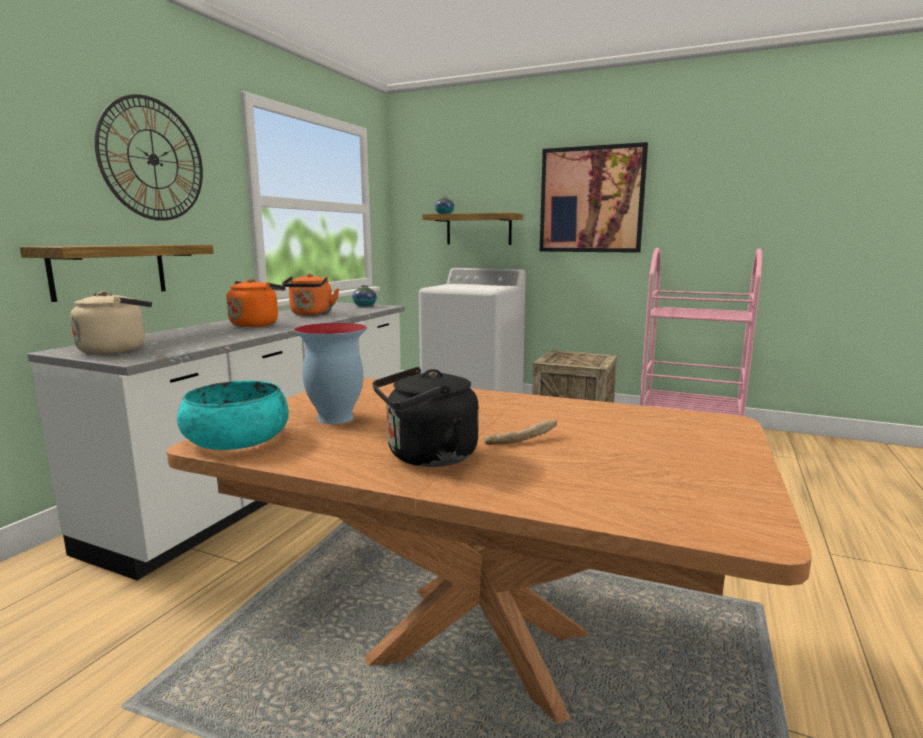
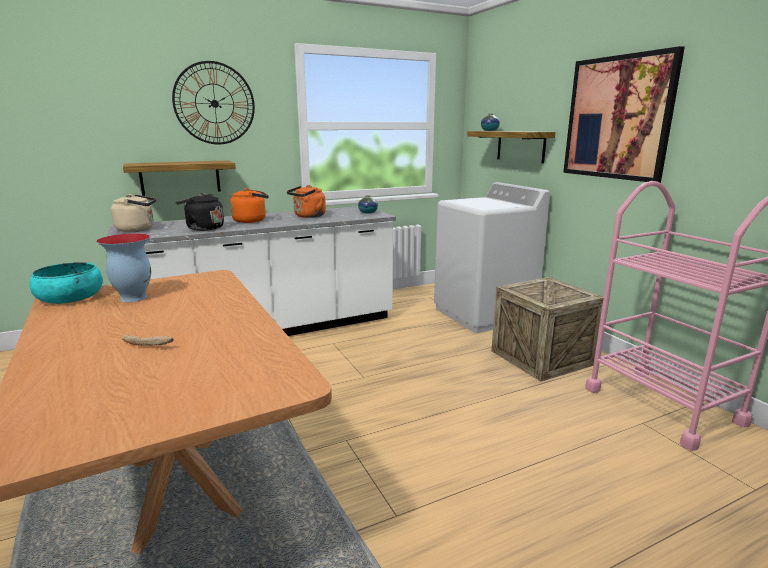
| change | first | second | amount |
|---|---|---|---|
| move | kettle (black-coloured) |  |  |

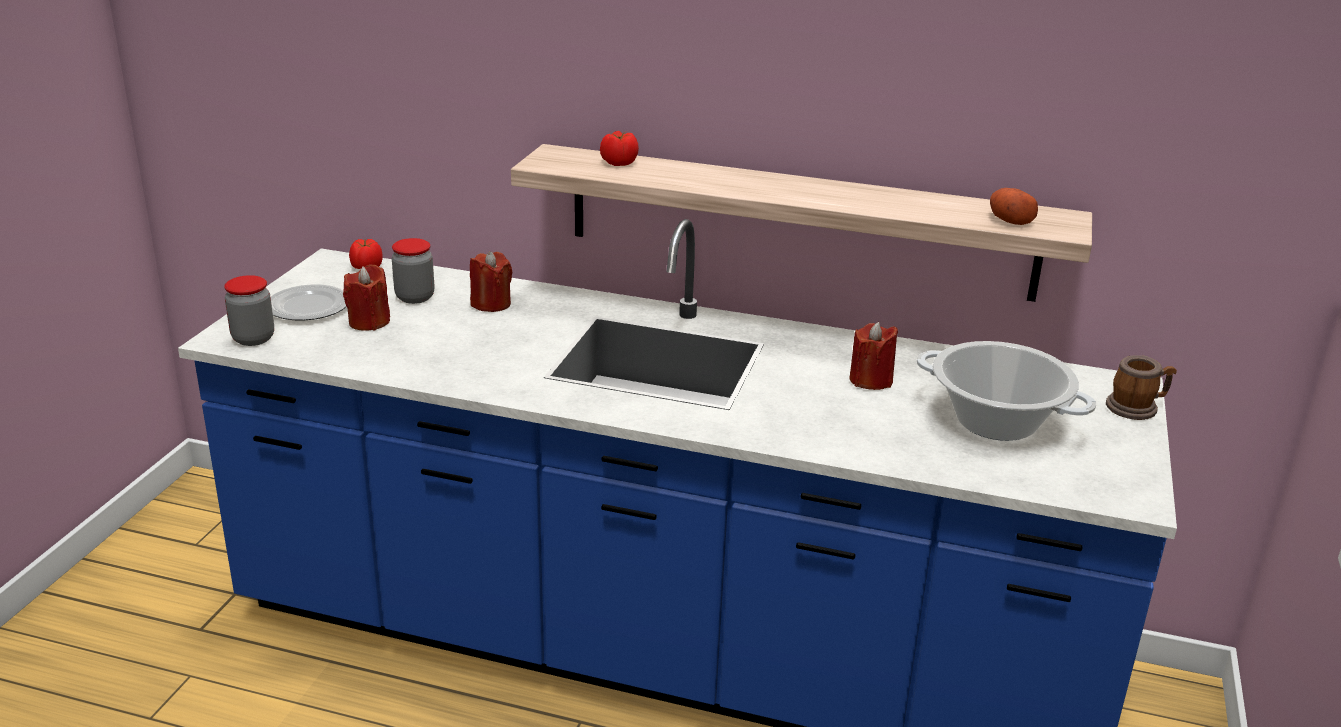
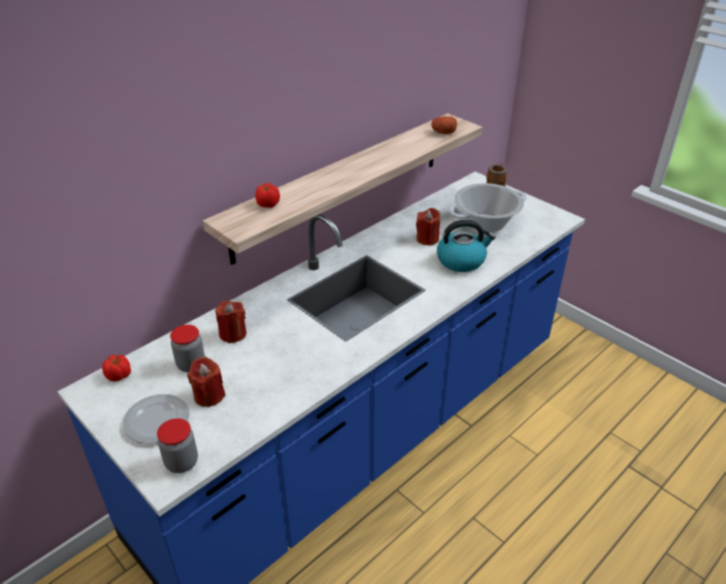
| change | first | second | amount |
|---|---|---|---|
| insert |  | kettle |  |

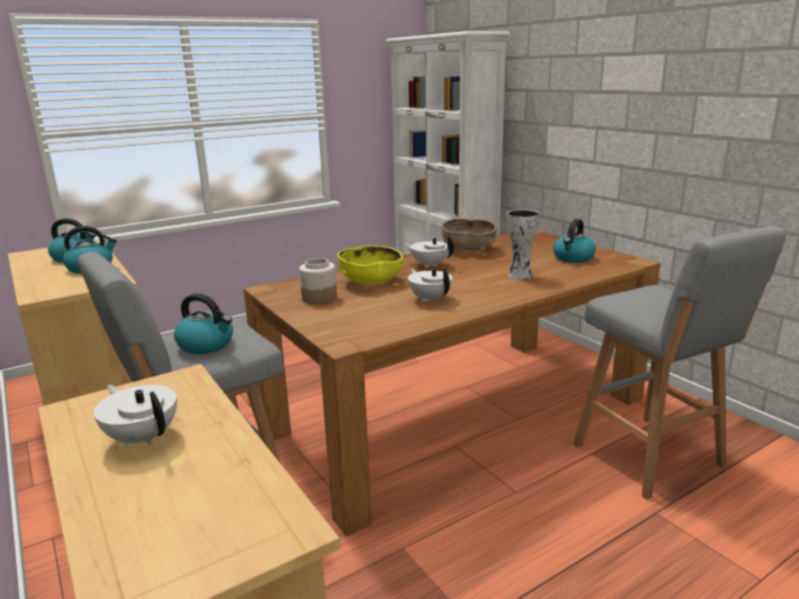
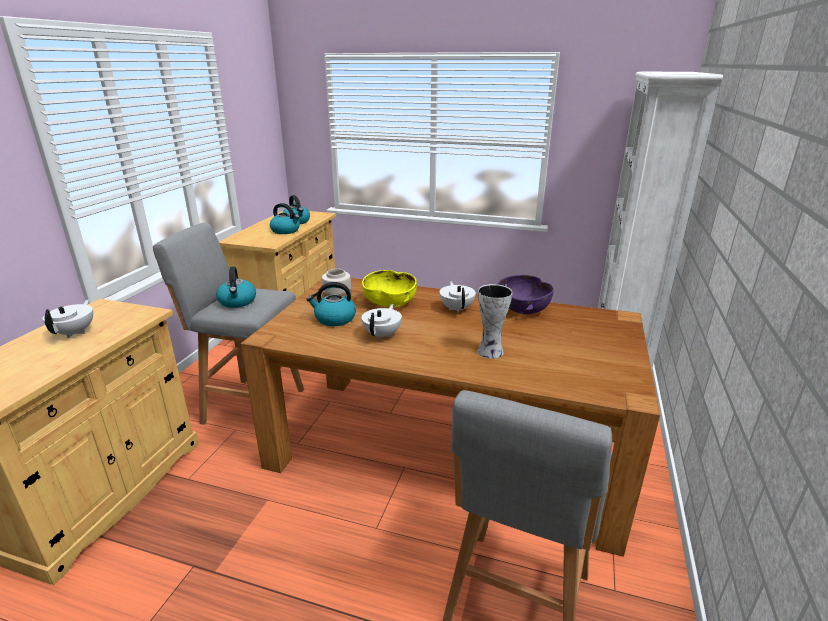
| change | first | second | amount |
|---|---|---|---|
| recolor | deep dish (brown) | deep dish (purple) |  |
| move | kettle (4th from left) |  |  |

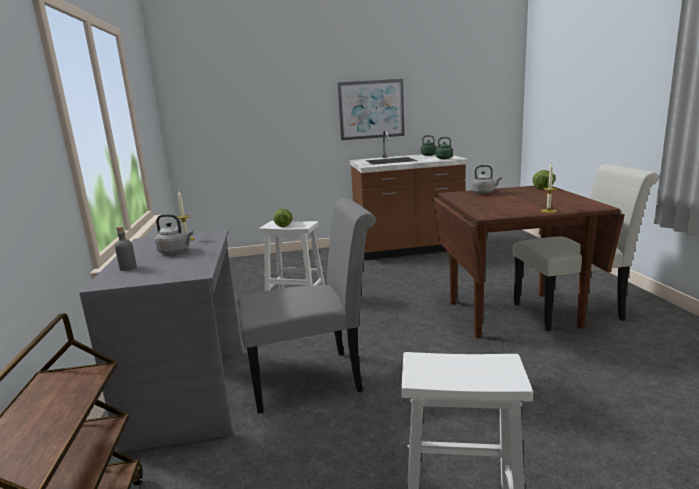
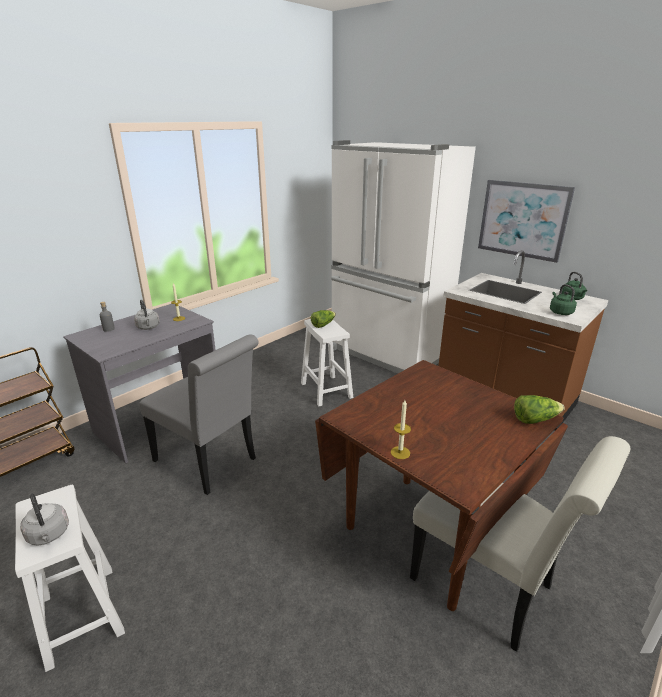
| change | first | second | amount |
|---|---|---|---|
| move | kettle (greyish) (2nd from left in the first image) | kettle (greyish) (1st from left) |  |
| insert |  | fridge (whitish) |  |

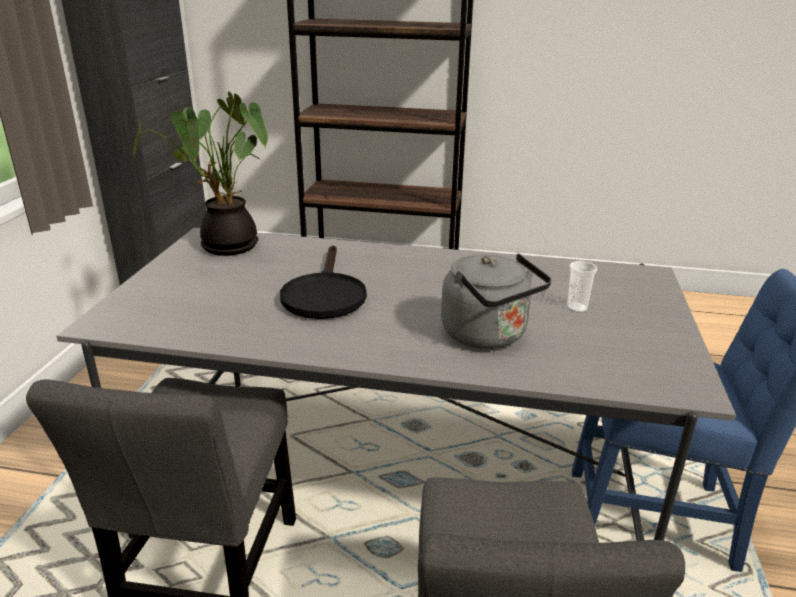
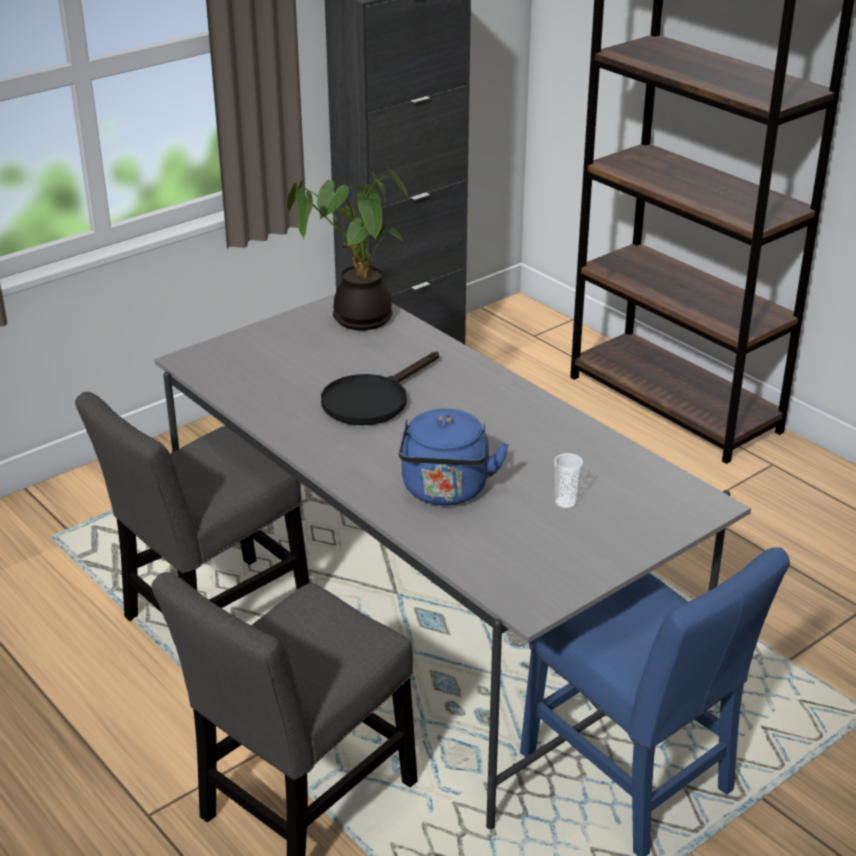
| change | first | second | amount |
|---|---|---|---|
| recolor | kettle (greyish) | kettle (blue) |  |

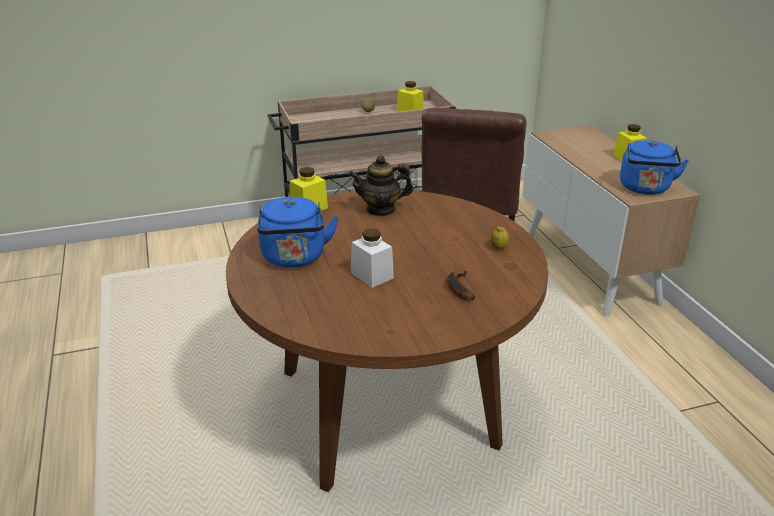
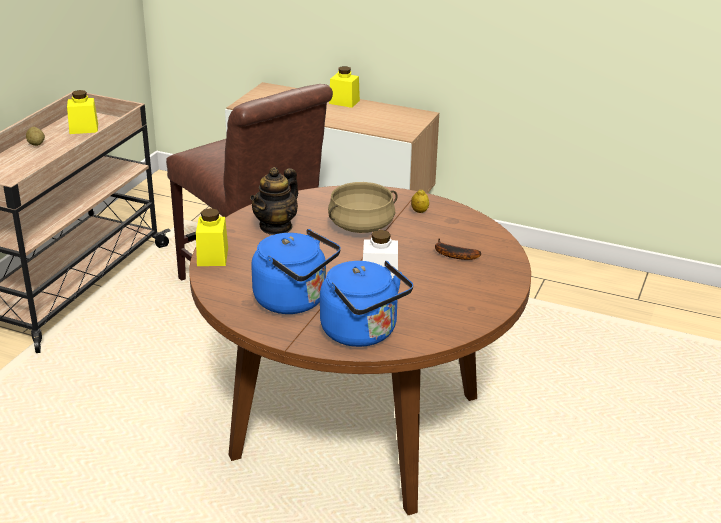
| change | first | second | amount |
|---|---|---|---|
| move | kettle (blue) (2nd from left) |  |  |
| insert |  | cooking pot (beige-coloured) |  |

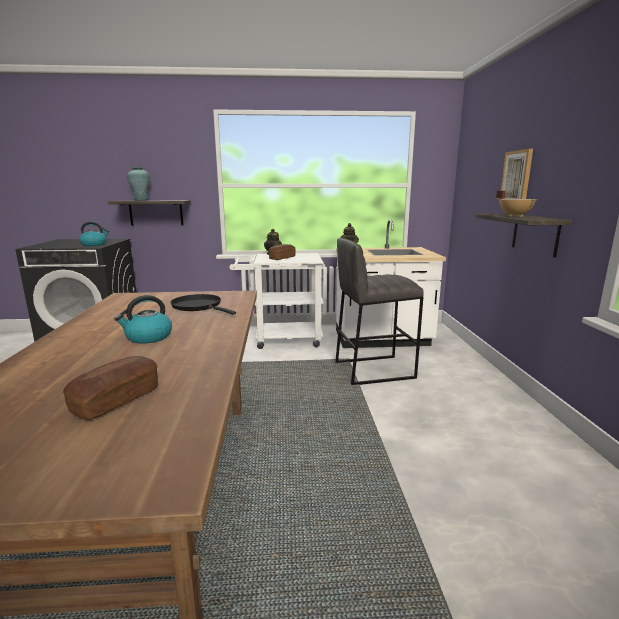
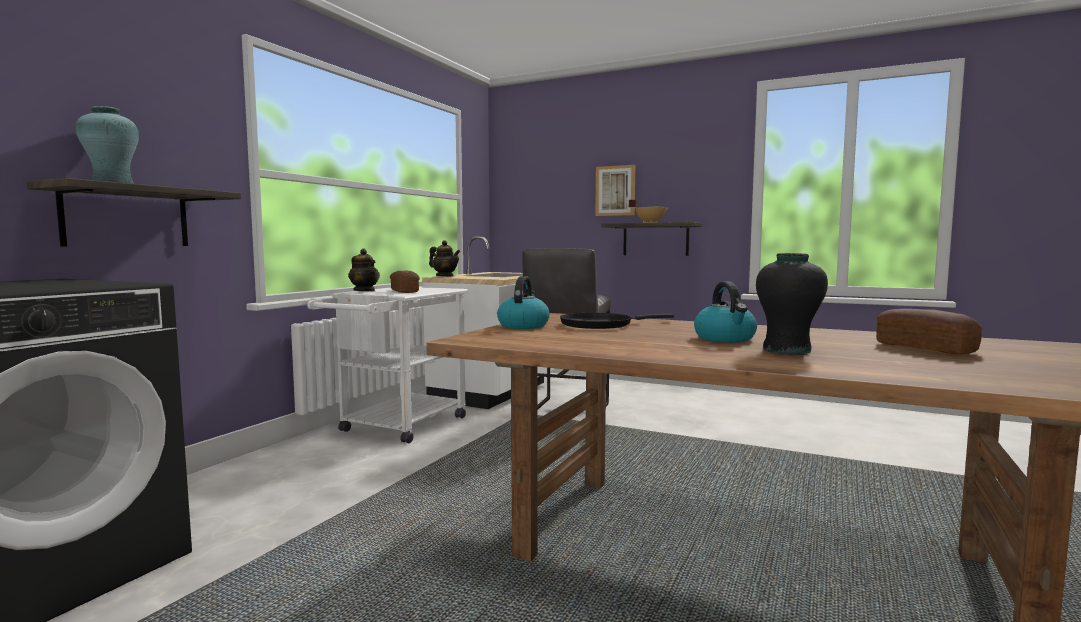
| change | first | second | amount |
|---|---|---|---|
| move | kettle (1st from left) |  |  |
| insert |  | decorative vase (black-coloured) |  |

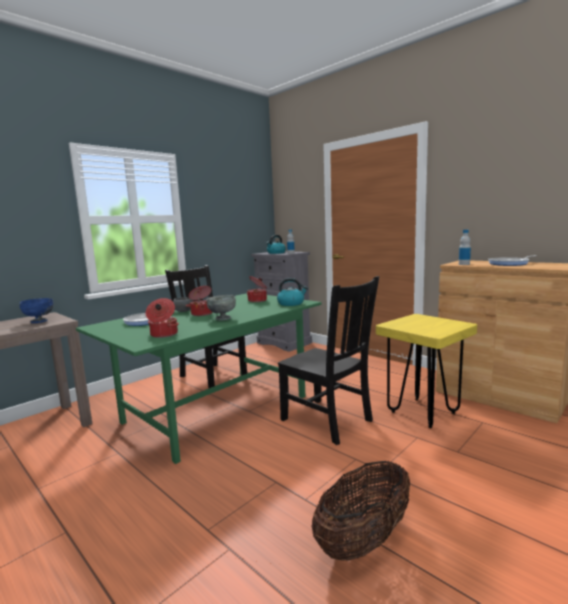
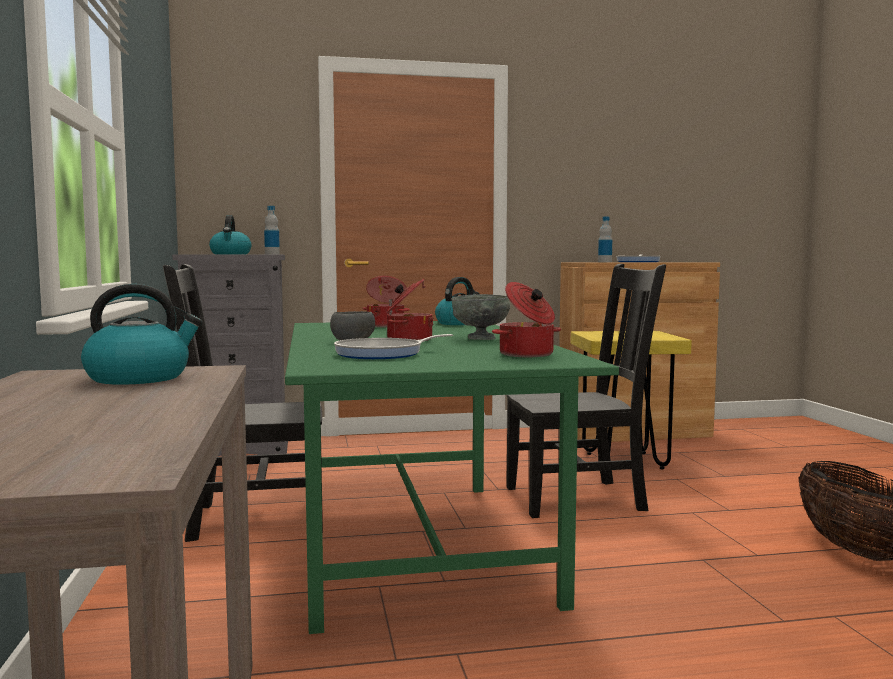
| change | first | second | amount |
|---|---|---|---|
| replace | deep dish (blue) | kettle (1st from left) |  |

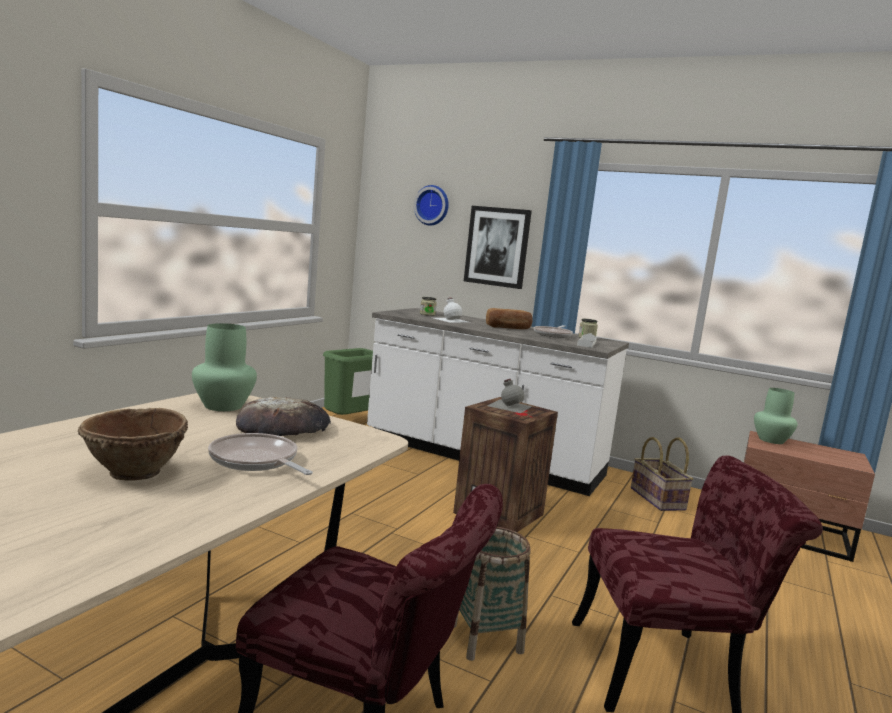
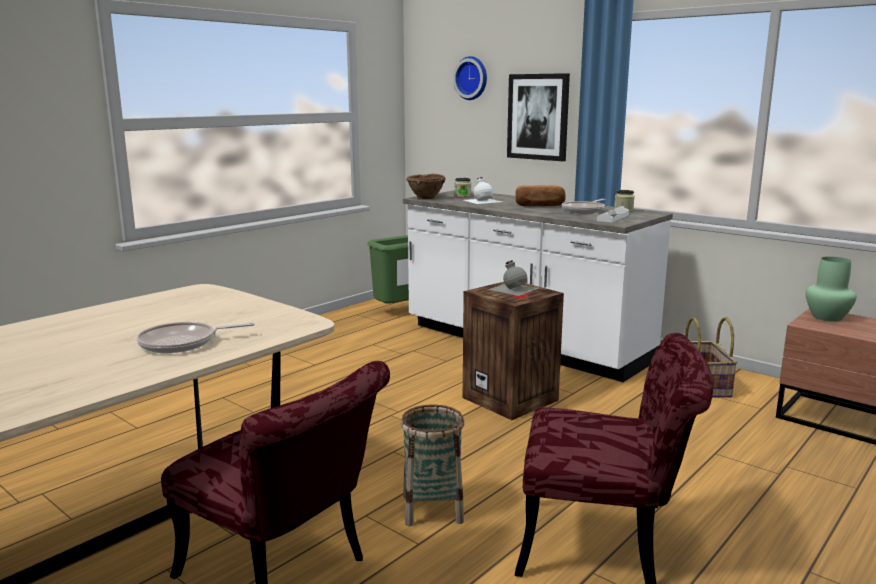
| change | first | second | amount |
|---|---|---|---|
| move | deep dish (brown) |  |  |
| delete | decorative vase (green) (1st from left) |  |  |
| rotate | skillet (1st from left) |  | 75 degrees counterclockwise |
| delete | baked bread (1st from left) |  |  |

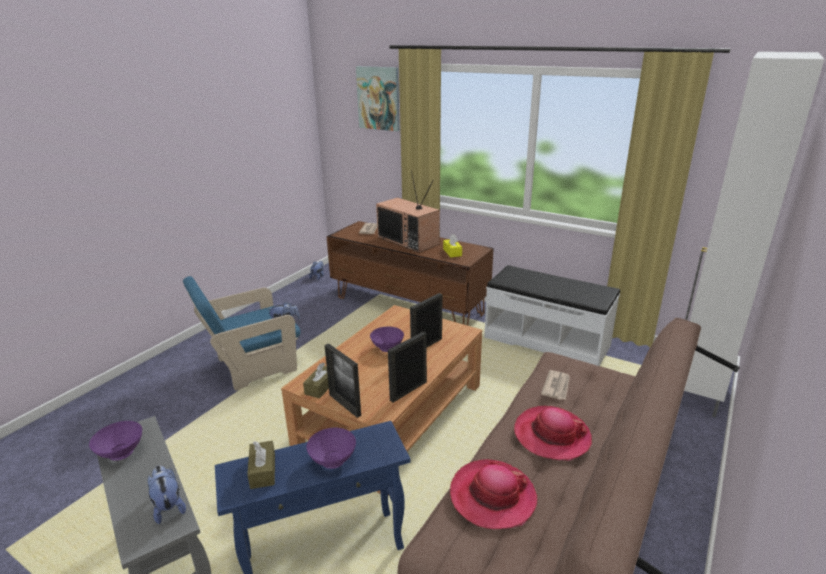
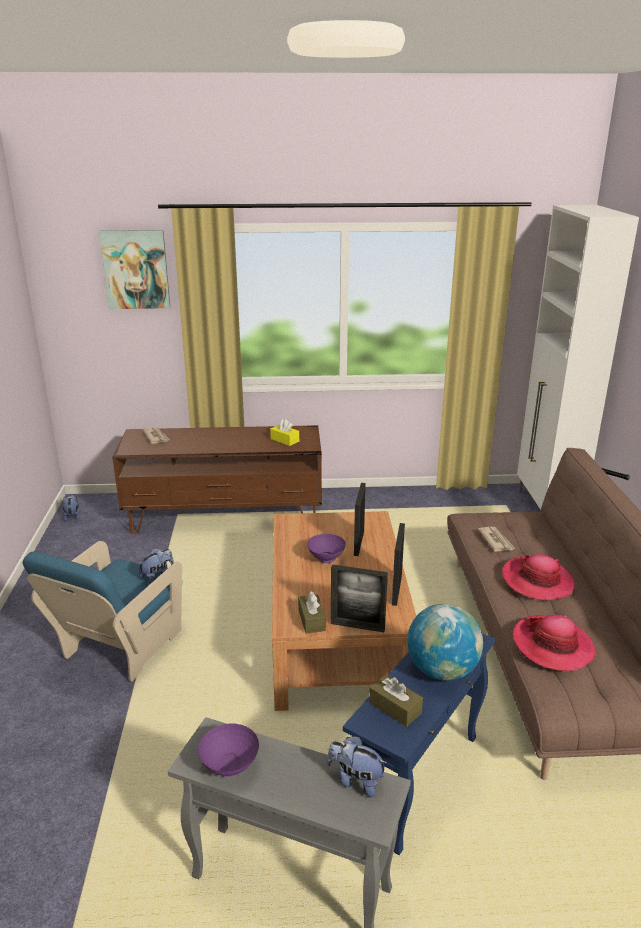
| change | first | second | amount |
|---|---|---|---|
| replace | deep dish (purple) (2nd from left) | desk globe |  |
| delete | TV |  |  |
| delete | indoor bench (whitish) |  |  |

